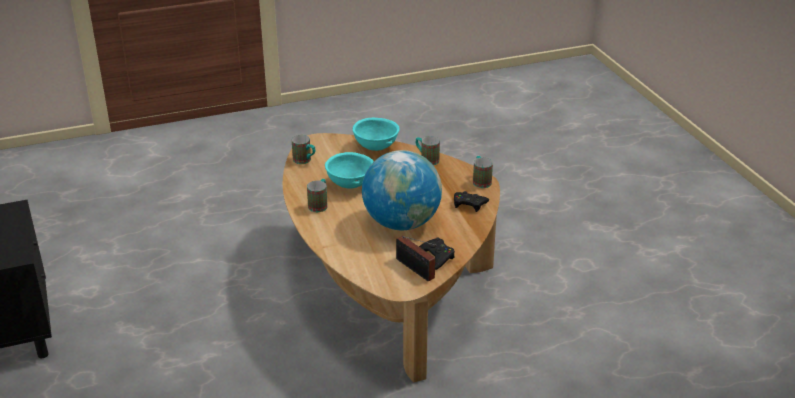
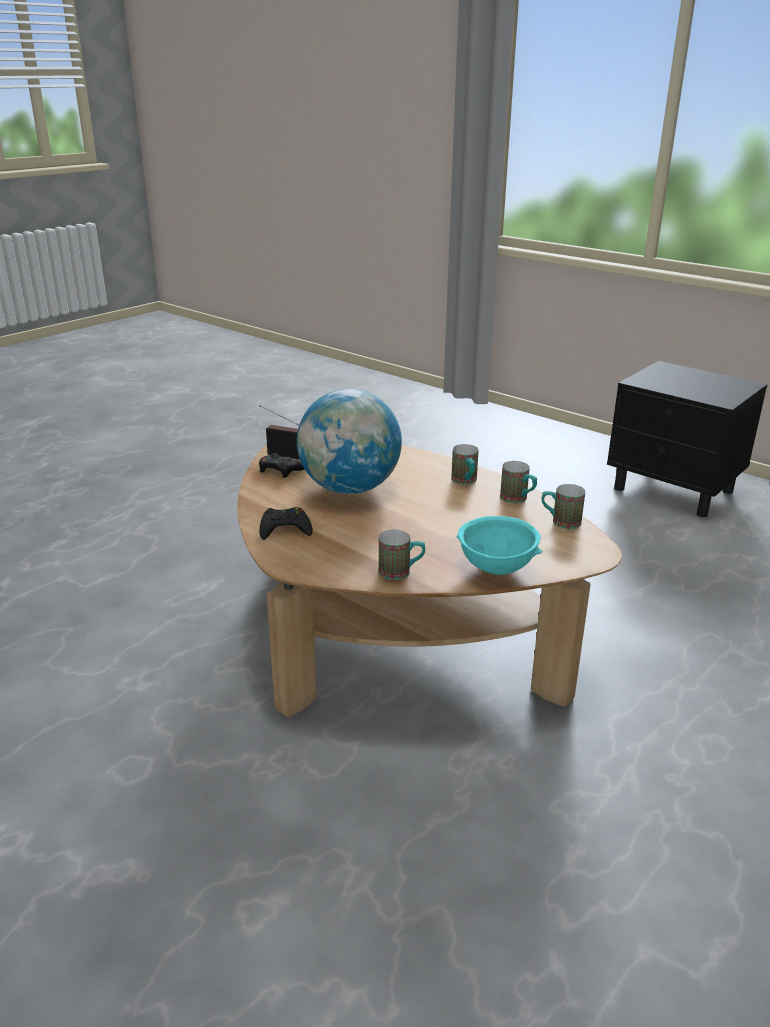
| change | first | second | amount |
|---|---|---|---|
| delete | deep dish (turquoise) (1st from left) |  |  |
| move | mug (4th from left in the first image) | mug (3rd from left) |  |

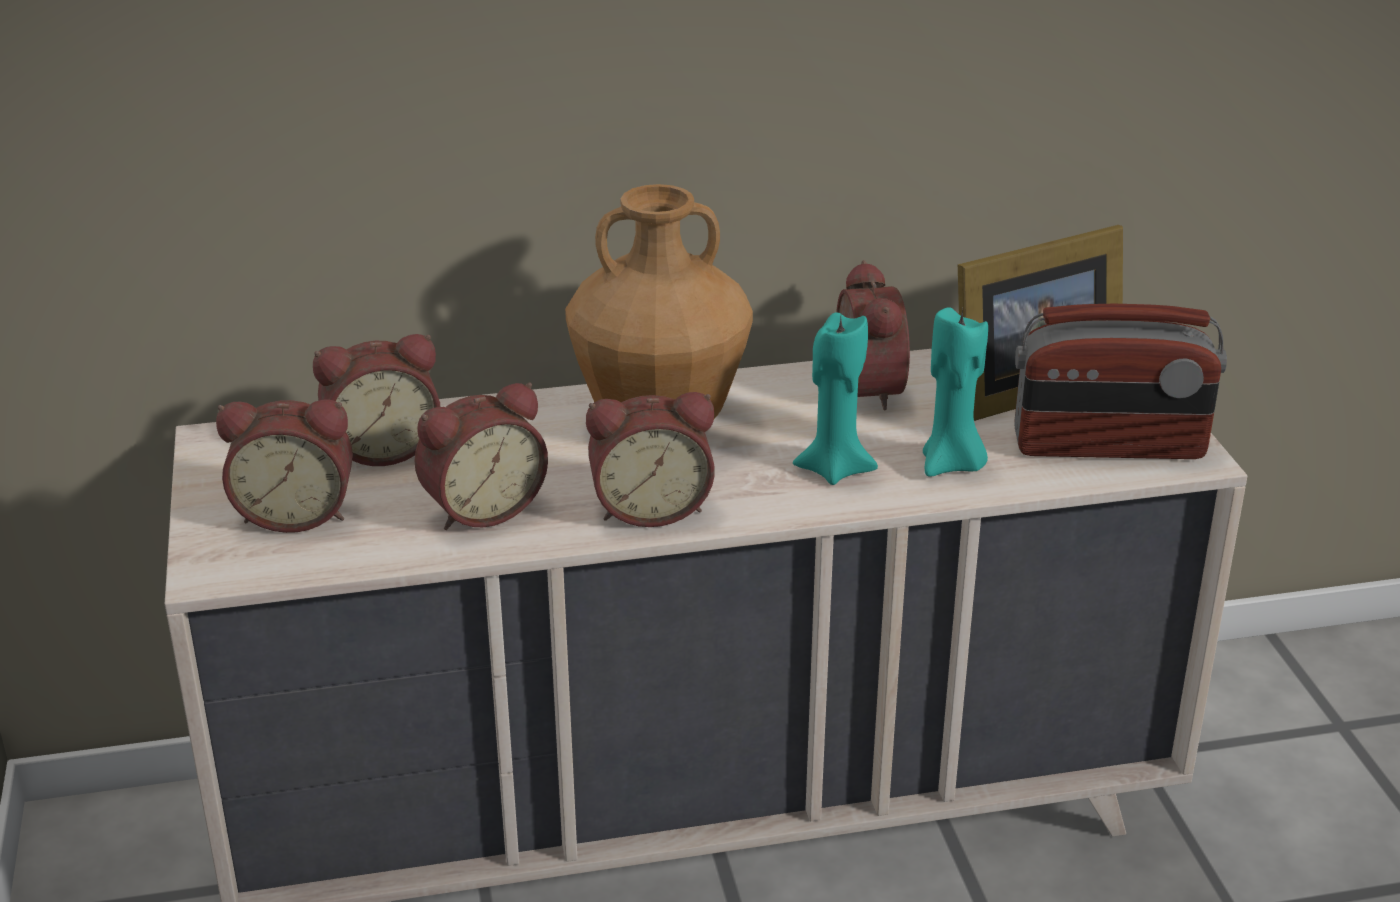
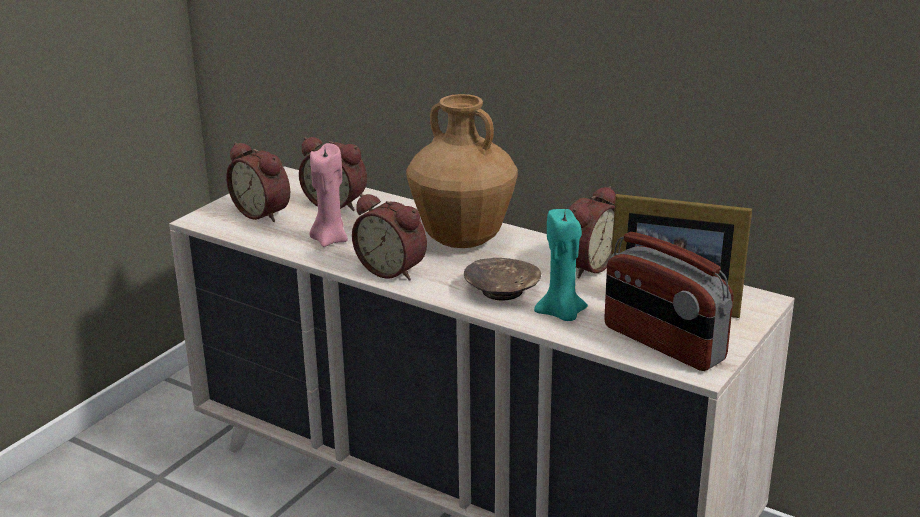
| change | first | second | amount |
|---|---|---|---|
| replace | table clock (3rd from left) | wax candle (pinkish) |  |
| replace | wax candle (turquoise) (1st from left) | deep dish (brown) |  |

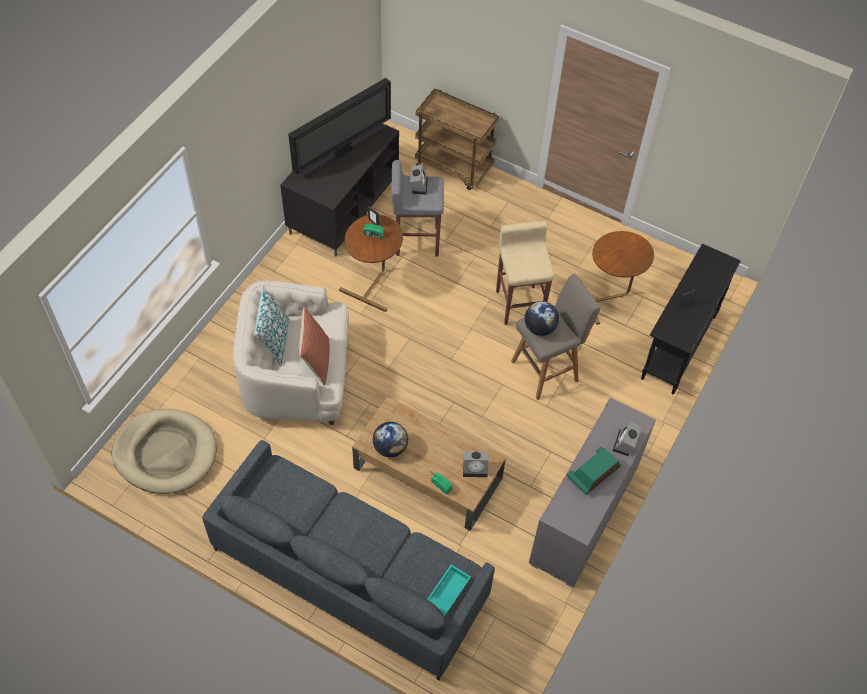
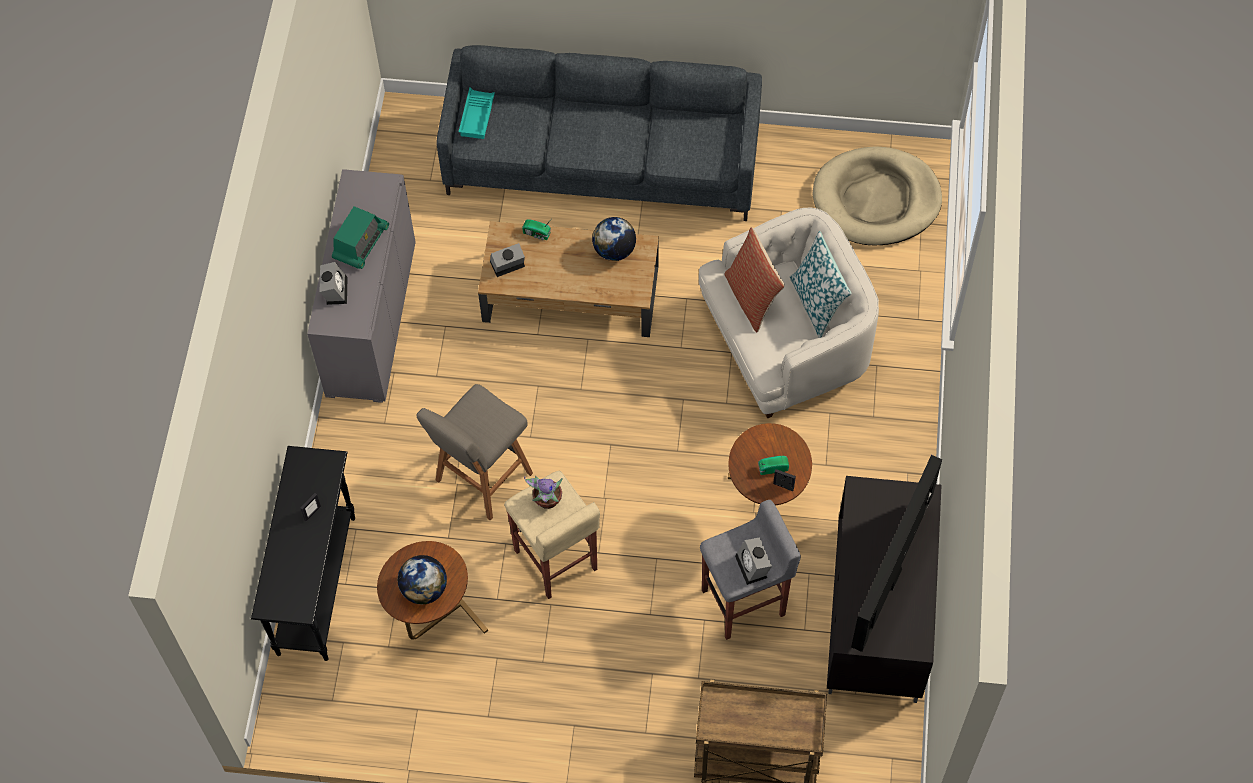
| change | first | second | amount |
|---|---|---|---|
| move | desk globe (2nd from left in the first image) | desk globe (1st from left) |  |
| insert |  | plant in a pot |  |

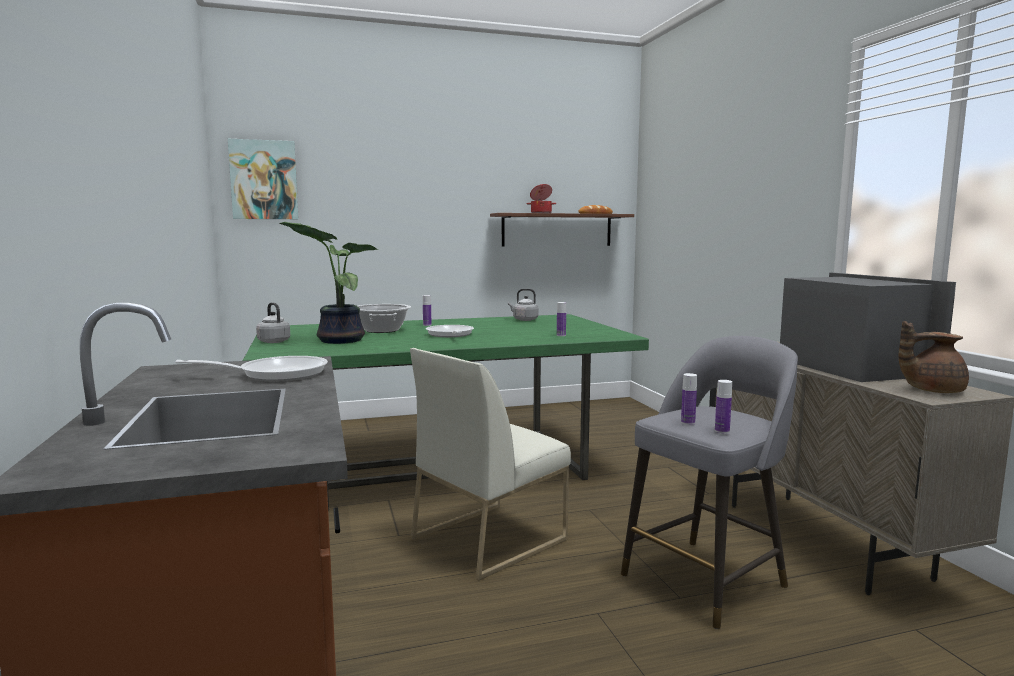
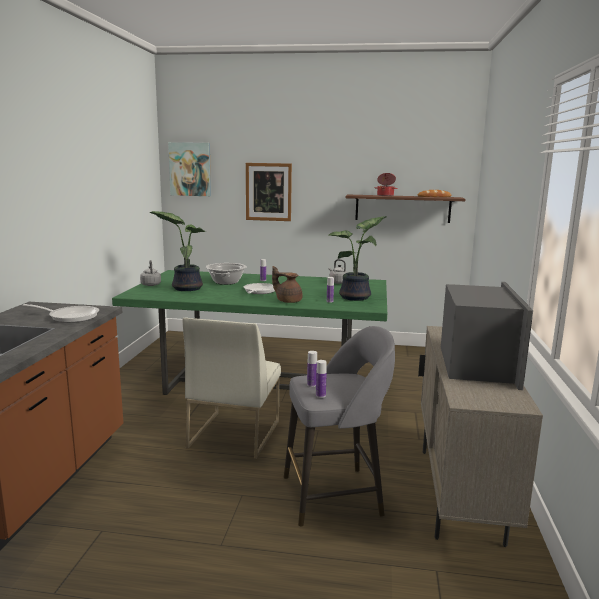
| change | first | second | amount |
|---|---|---|---|
| rotate | upright chair (whitish) |  | 60 degrees counterclockwise |
| move | pot for tea (brown) |  |  |
| insert |  | picture (2nd from left) |  |
| insert |  | plant in a pot (2nd from left) |  |

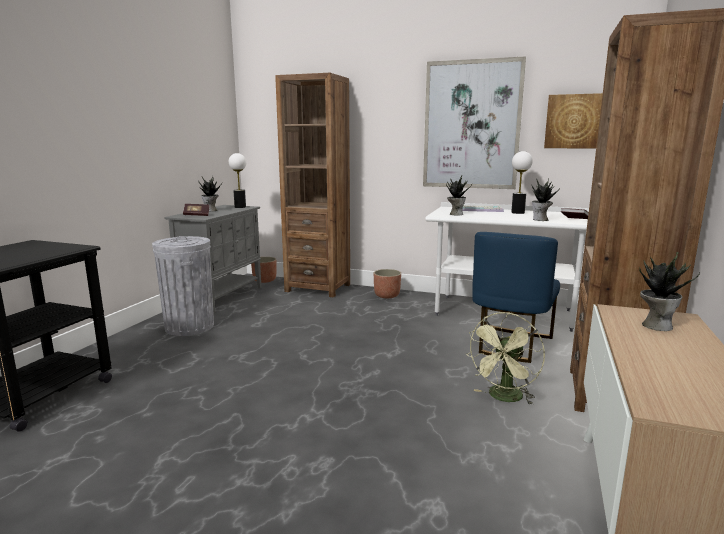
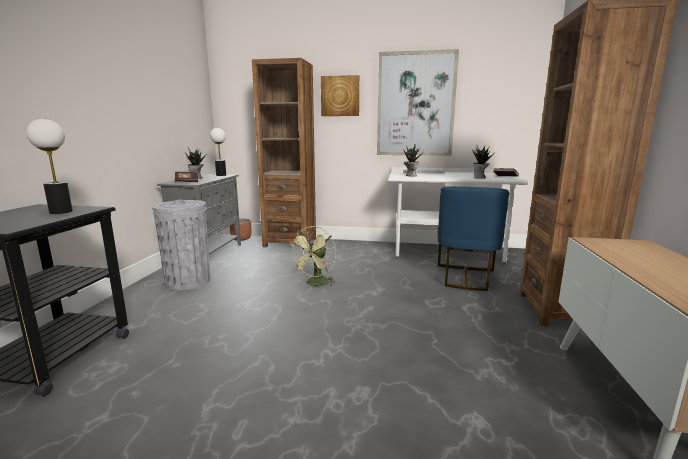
| change | first | second | amount |
|---|---|---|---|
| delete | flower pot (2nd from left) |  |  |
| move | fan (green) |  |  |
| move | table lamp (2nd from left in the first image) | table lamp (1st from left) |  |
| move | picture (2nd from left in the first image) | picture (1st from left) |  |
| delete | plant in a pot (4th from left) |  |  |

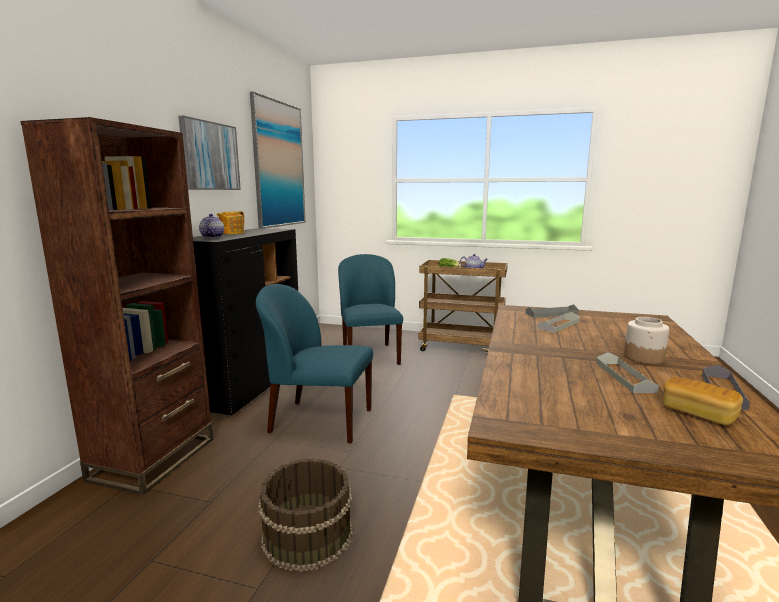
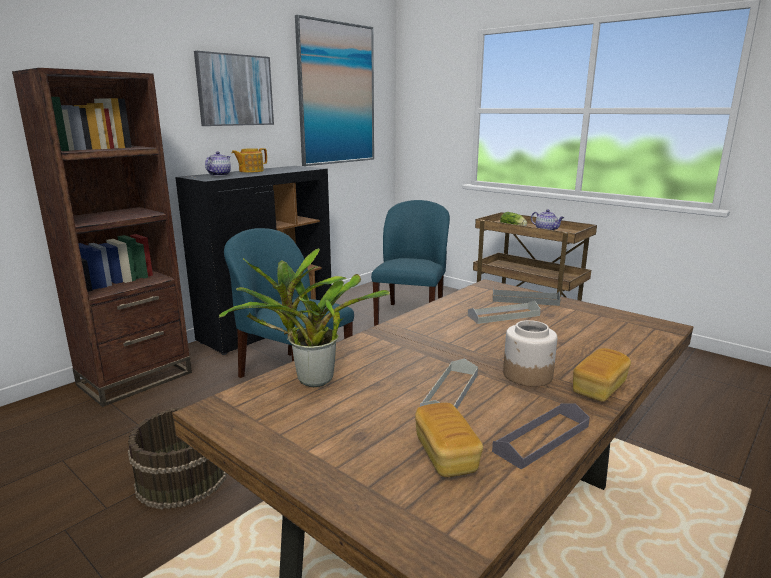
| change | first | second | amount |
|---|---|---|---|
| insert |  | plant in a pot |  |
| insert |  | baked bread (2nd from left) |  |

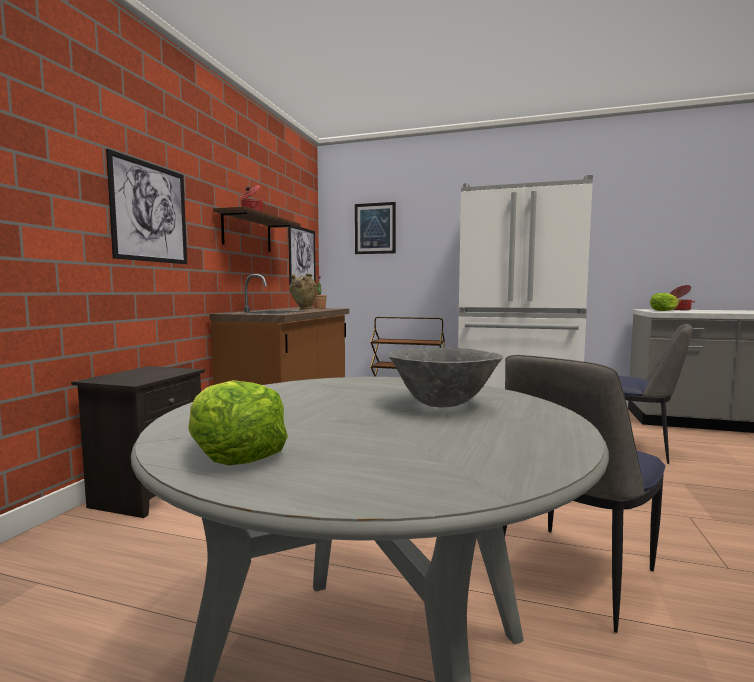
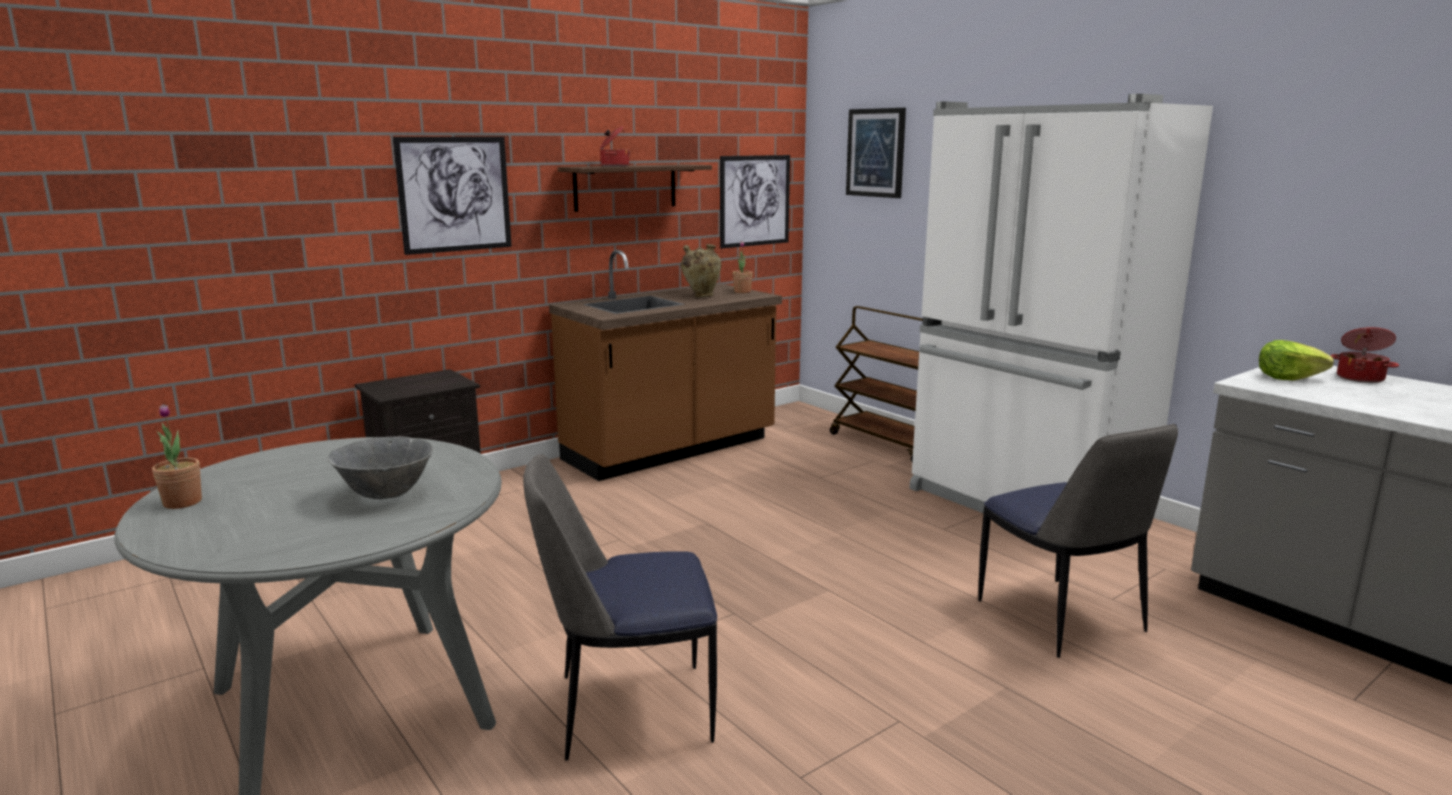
| change | first | second | amount |
|---|---|---|---|
| replace | head of lettuce (1st from left) | plant in a pot (1st from left) |  |

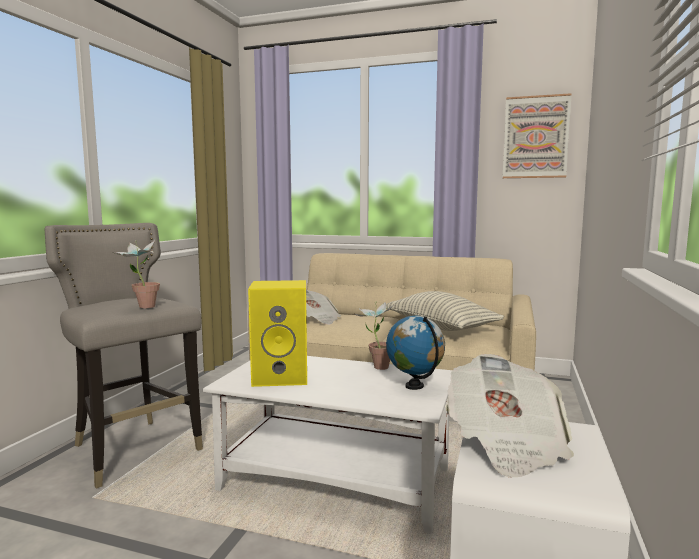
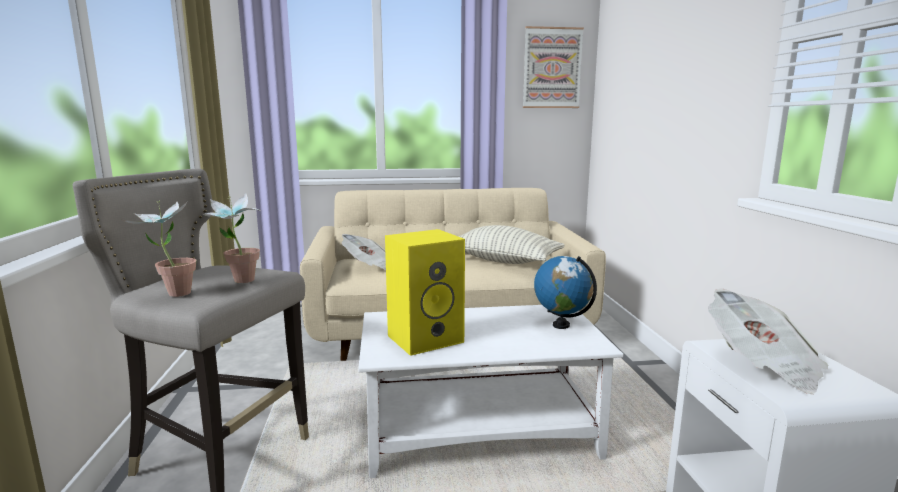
| change | first | second | amount |
|---|---|---|---|
| move | plant in a pot (2nd from left in the first image) | plant in a pot (1st from left) |  |

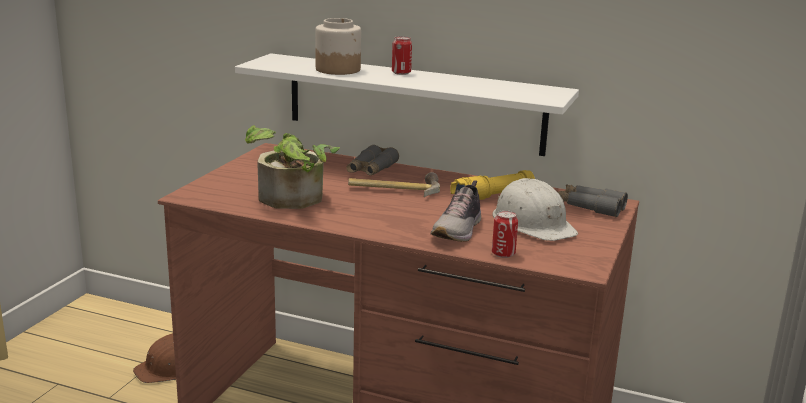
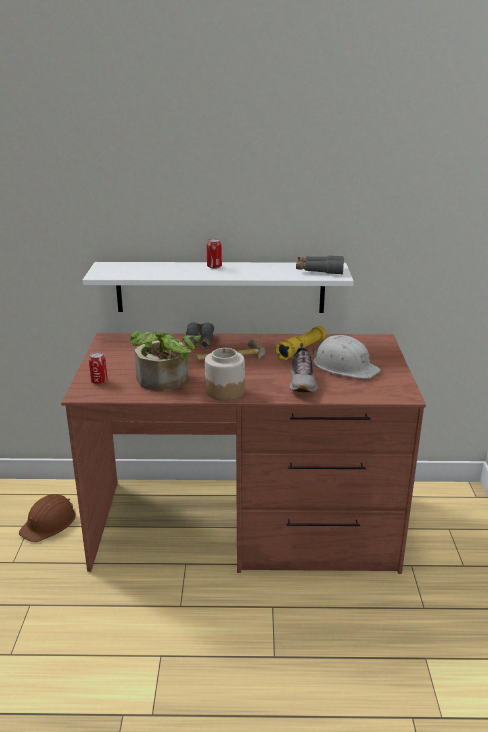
| change | first | second | amount |
|---|---|---|---|
| move | storage jar |  |  |
| move | sealed can (2nd from left in the first image) | sealed can (1st from left) |  |
| move | field glasses (greyish) (2nd from left) |  |  |

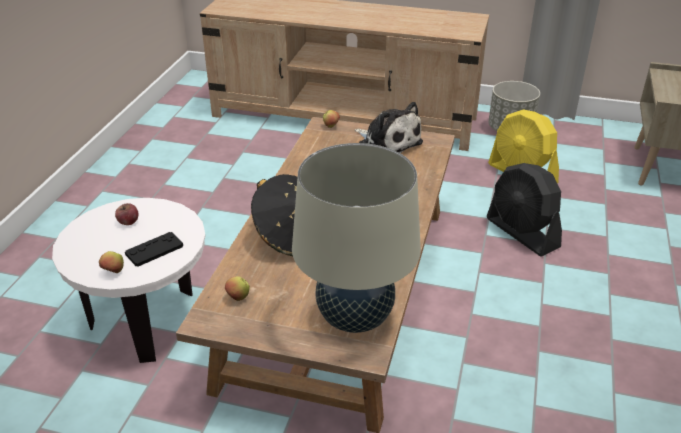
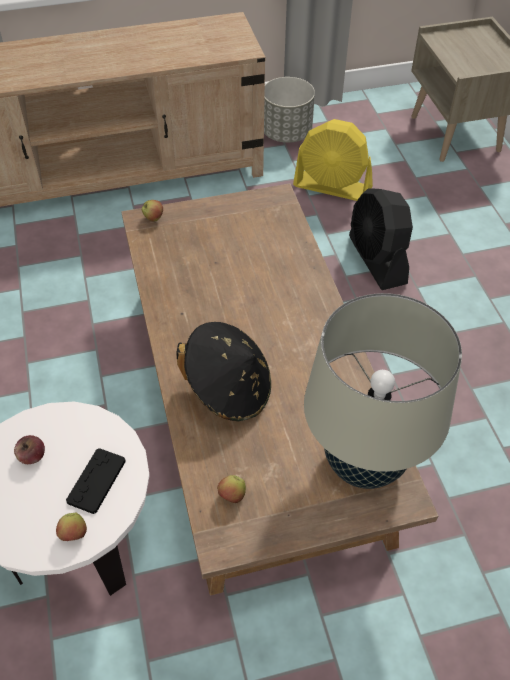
| change | first | second | amount |
|---|---|---|---|
| delete | soft toy |  |  |
| rotate | fan (black-coloured) |  | 45 degrees clockwise |

